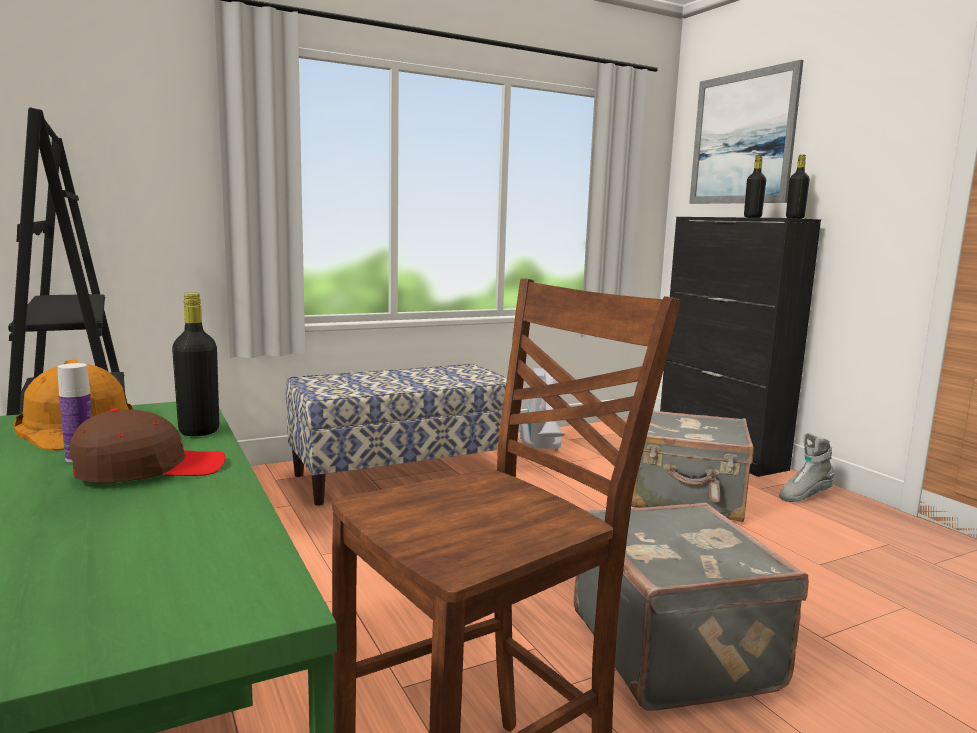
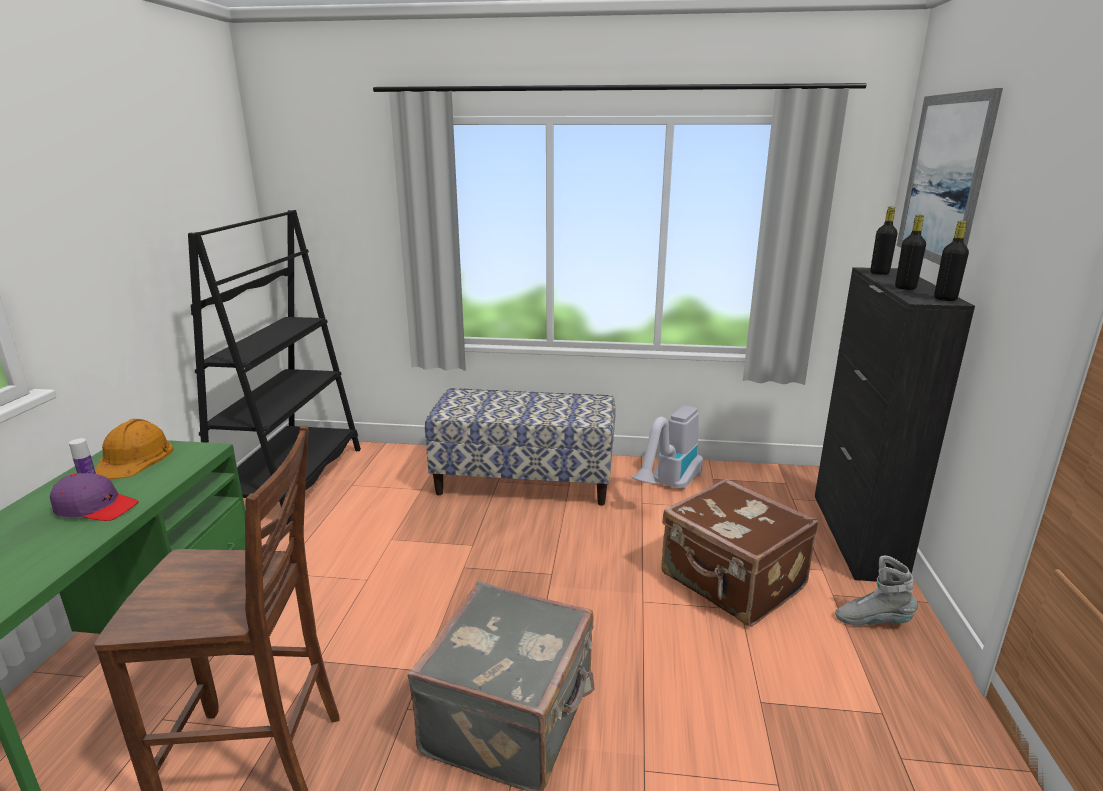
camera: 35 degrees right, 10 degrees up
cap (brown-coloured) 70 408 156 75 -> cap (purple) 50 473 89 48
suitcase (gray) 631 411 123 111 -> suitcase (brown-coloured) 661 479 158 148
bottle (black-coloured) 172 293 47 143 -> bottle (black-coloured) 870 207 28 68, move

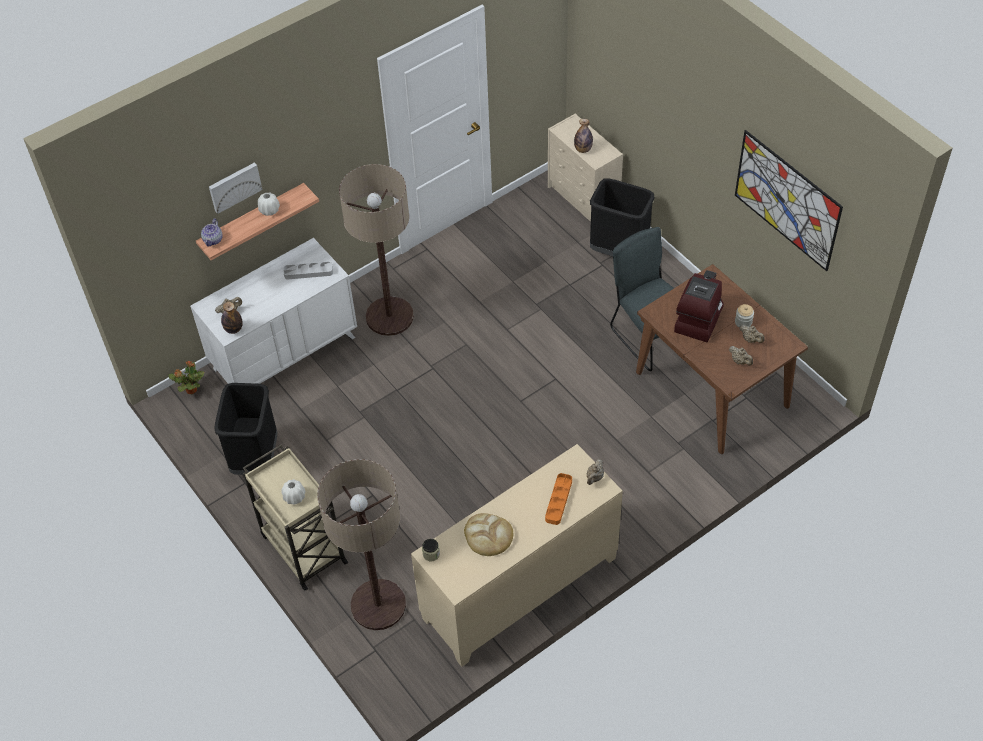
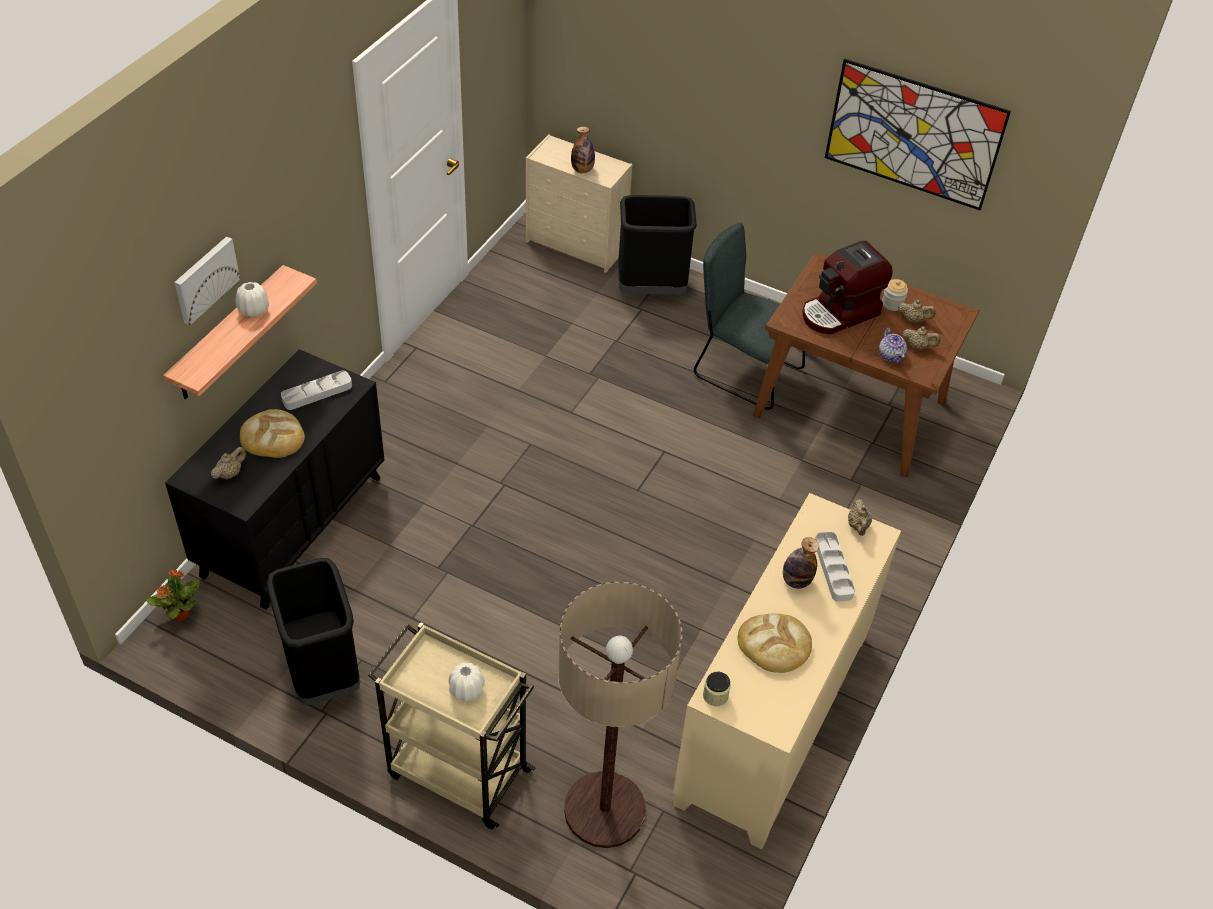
camera: 30 degrees left, 5 degrees down
chest of drawers (white) 190 238 167 146 -> chest of drawers (black-coloured) 165 349 219 261
none -> bakery bread 240 409 65 49
bottle 221 302 22 32 -> bottle 783 537 36 52, move
coffee maker 674 270 50 72 -> coffee maker 802 241 90 94, 120 degrees counterclockwise
serving tray (orange) 545 473 27 52 -> serving tray (gray) 815 532 40 70
tea pot 201 218 22 29 -> tea pot 879 328 28 35, move
standard lamp 339 164 75 172 -> none

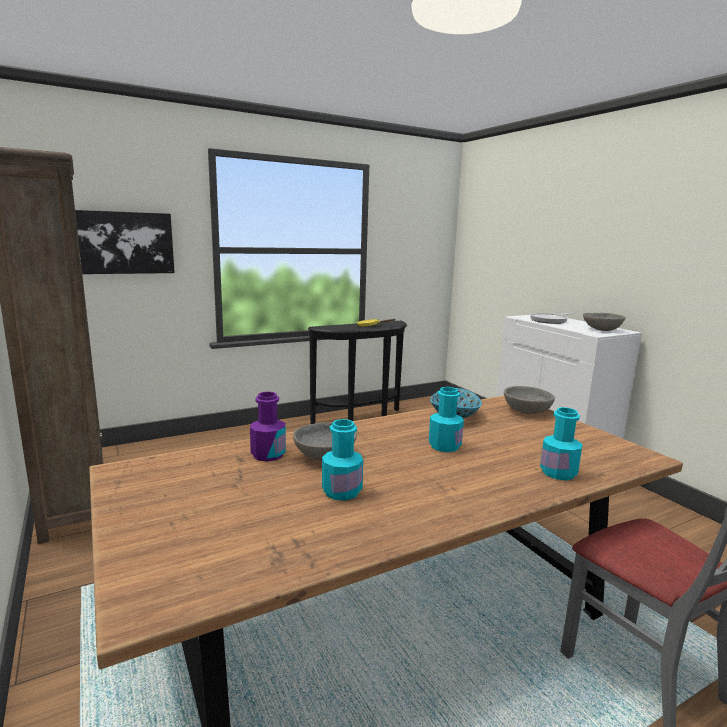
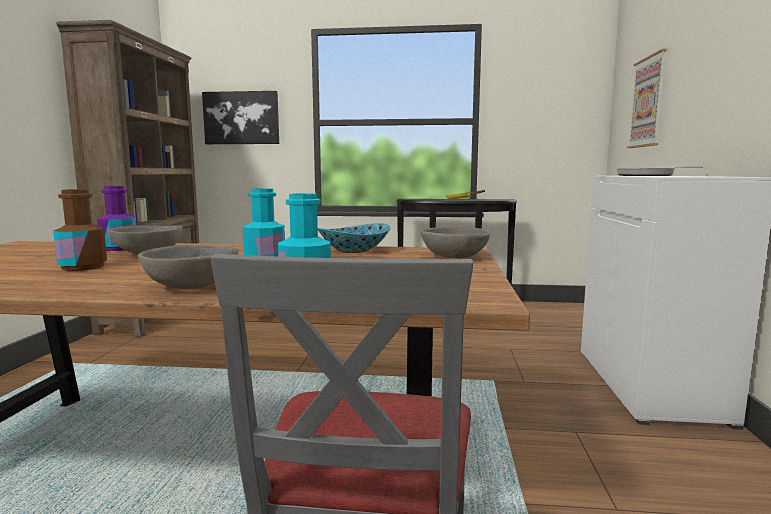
camera: 35 degrees right, 5 degrees down
bottle (blue-green) 322 419 41 82 -> bottle (brown-coloured) 53 189 54 82
deep dish (gray) 583 313 43 18 -> deep dish (gray) 138 245 100 44, move
none -> wall art 627 49 40 99

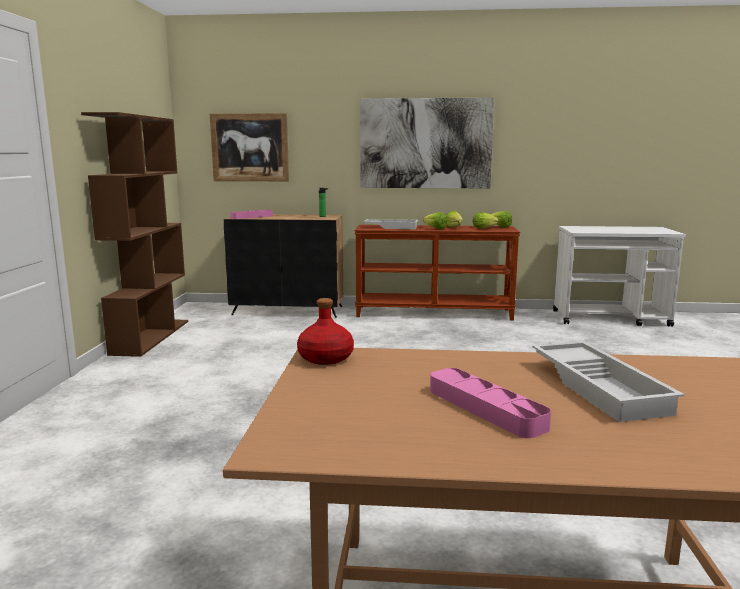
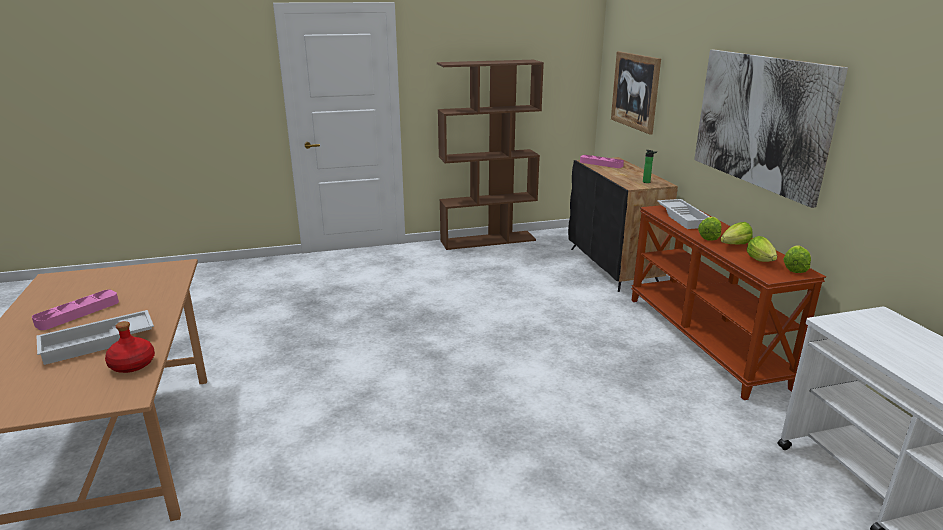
camera: 70 degrees right, 10 degrees up
bottle (red) 297 298 57 67 -> bottle (red) 105 321 50 52, move

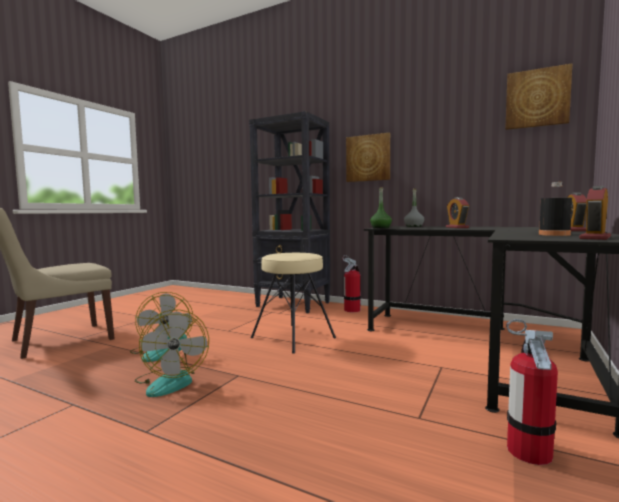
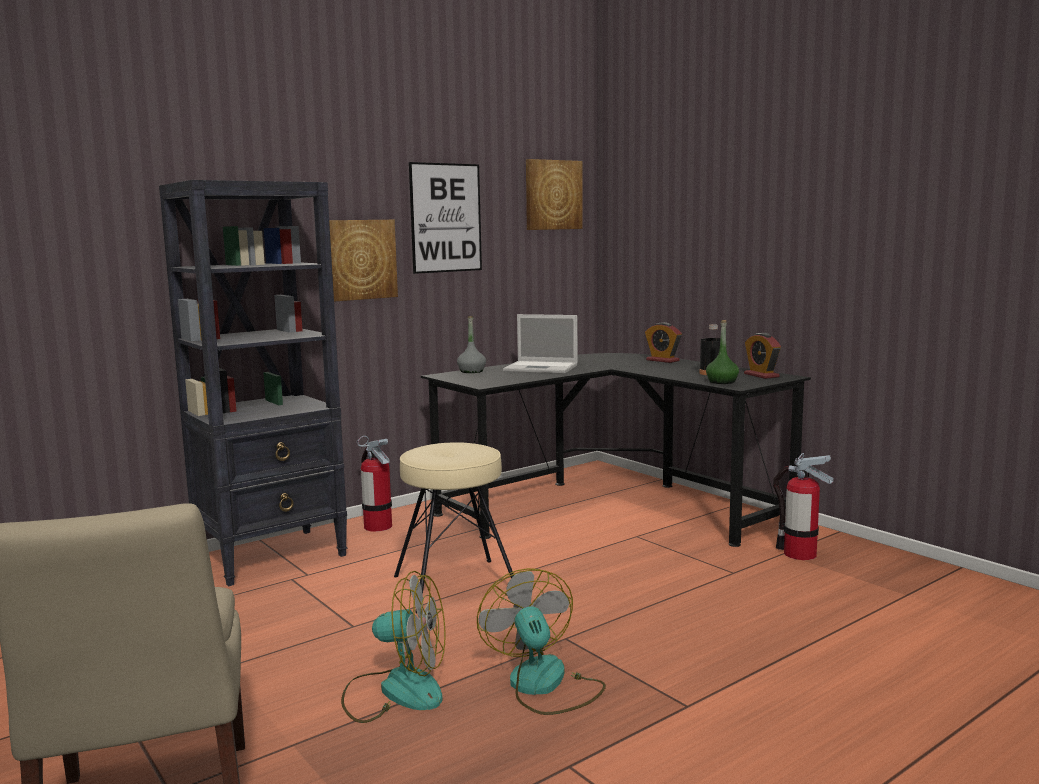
camera: 65 degrees left, 5 degrees up
none -> wall art 409 162 73 112
cooling fan 135 310 74 87 -> cooling fan 477 568 129 147, 120 degrees counterclockwise
bedside clock 446 197 23 31 -> laptop 503 314 75 59
bottle (green-coloured) 370 187 22 42 -> bottle (green-coloured) 706 320 33 64, move

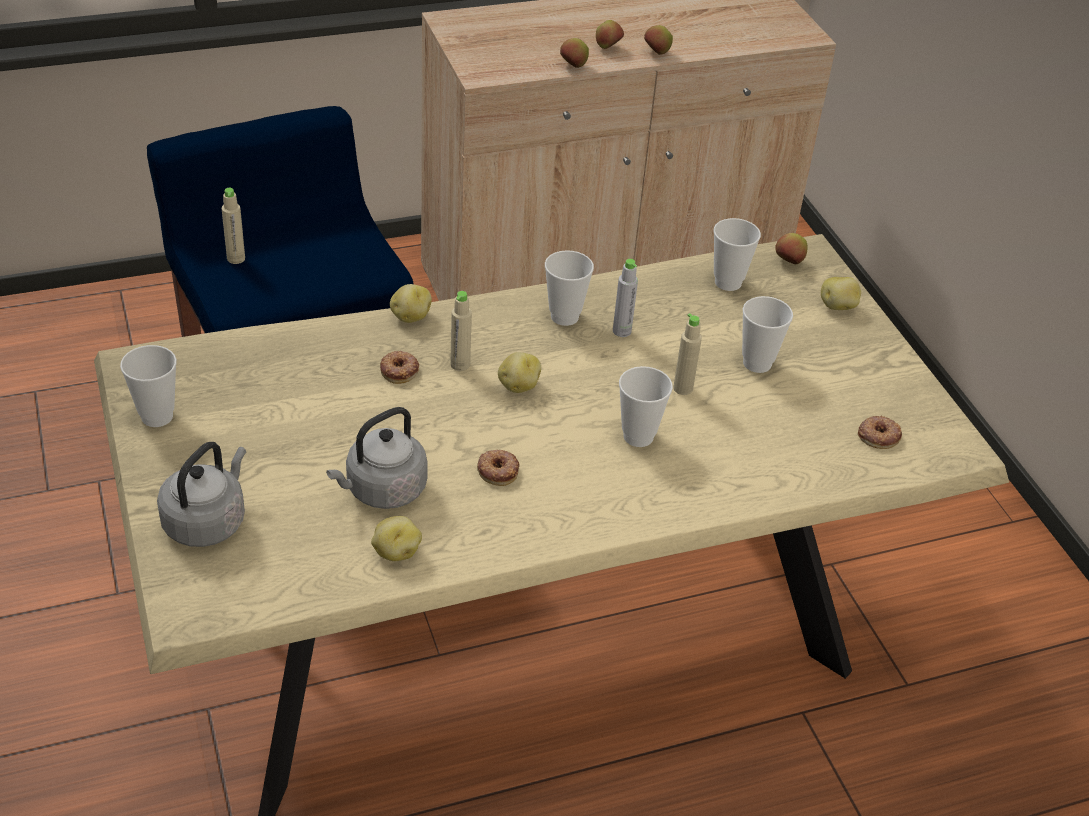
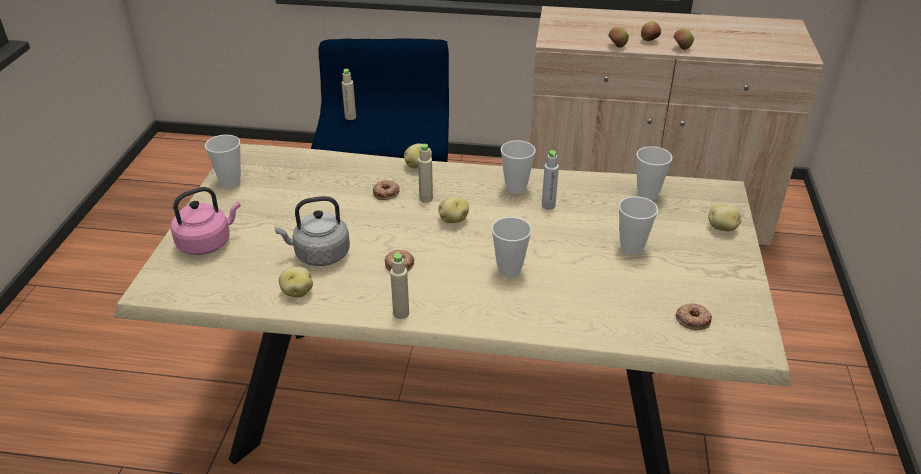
camera: 30 degrees right, 5 degrees down
kettle (gray) 157 442 89 105 -> kettle (pink) 171 187 70 68
bottle (beige) 673 313 29 82 -> bottle (beige) 390 251 19 68, move
apple 775 233 33 31 -> none

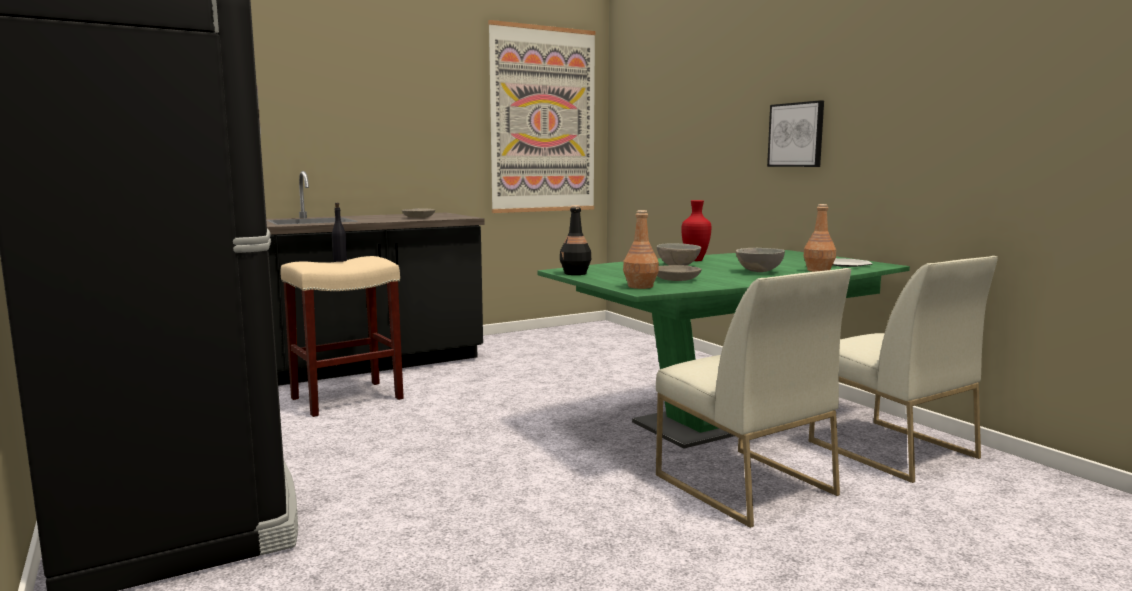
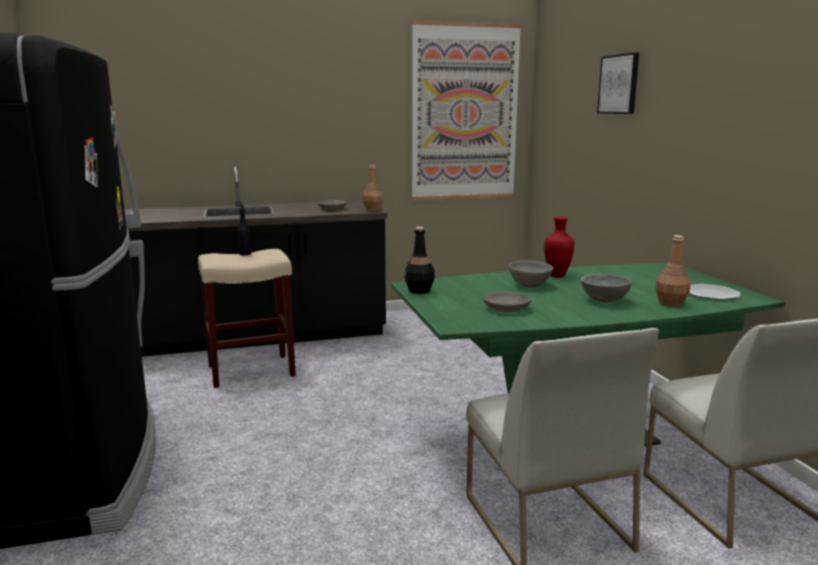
camera: 15 degrees right, 5 degrees up
bottle (brown-coloured) 623 210 36 79 -> bottle (brown-coloured) 362 165 21 46, move
wall art 767 100 57 67 -> wall art 597 52 42 62, move

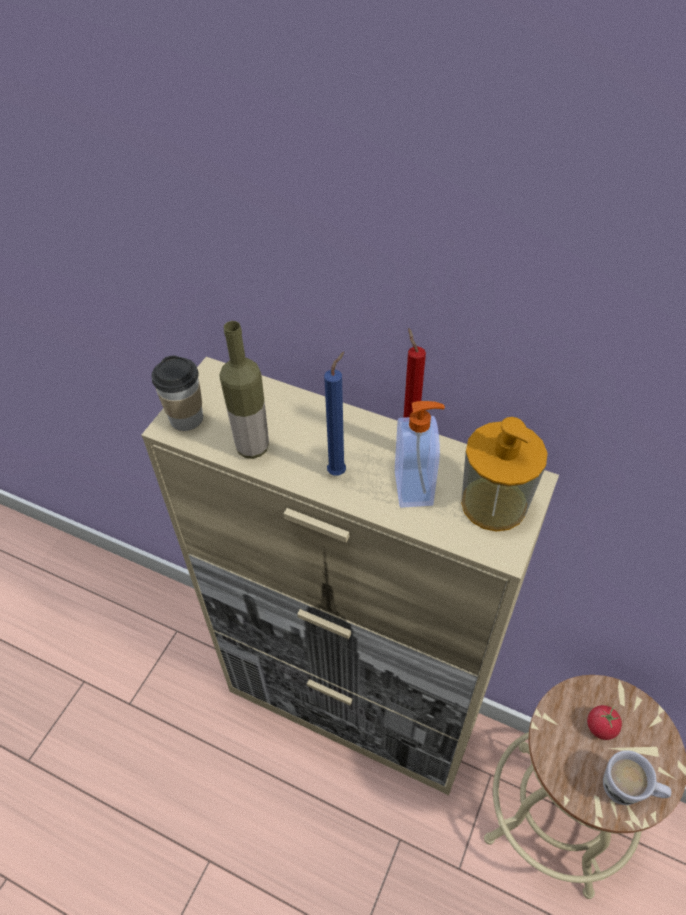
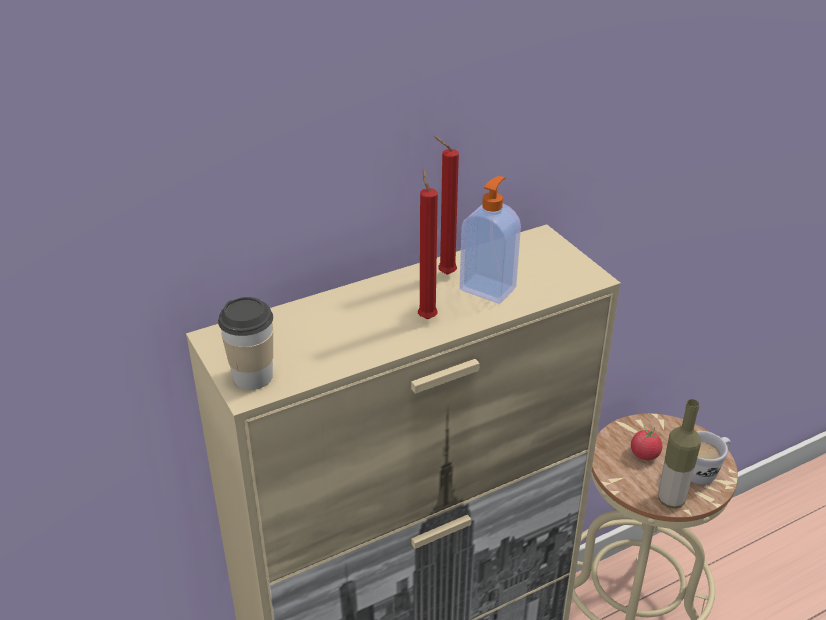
camera: 55 degrees left, 15 degrees down
wax light (blue) 324 352 22 124 -> wax light (red) 418 168 20 151
bottle 219 321 50 138 -> bottle 658 399 43 110, move
soap bottle 461 417 87 115 -> none

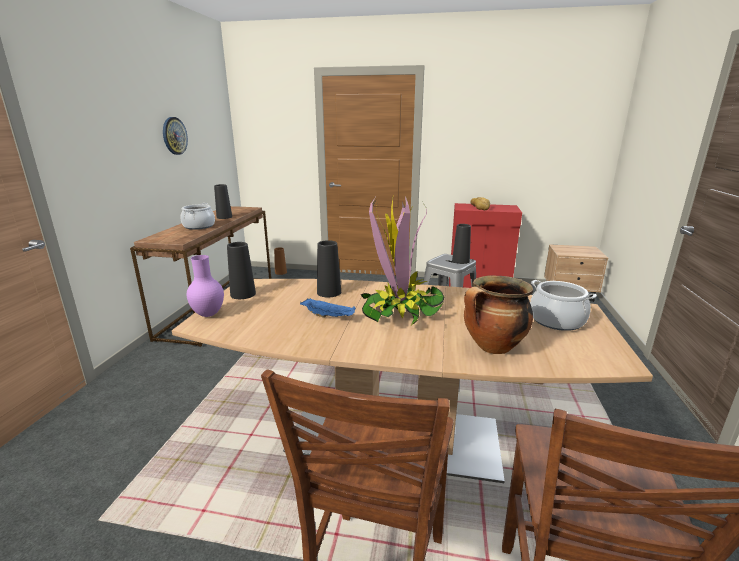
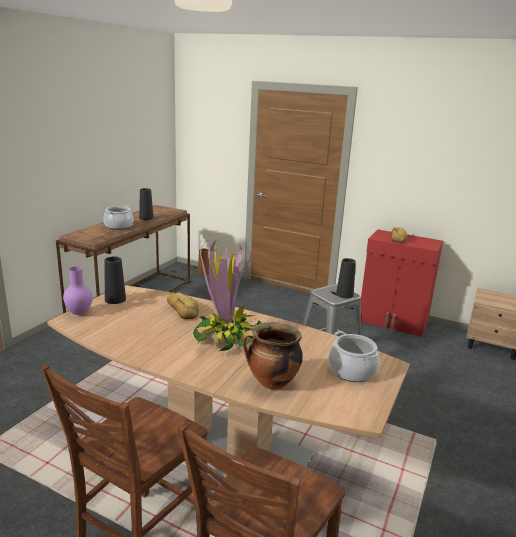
camera: 15 degrees right, 0 degrees up
vase (black-coloured) 317 240 24 57 -> bakery bread 167 293 32 26
clock on the wall 163 117 25 38 -> none
serving tray (blue) 300 298 56 20 -> none

